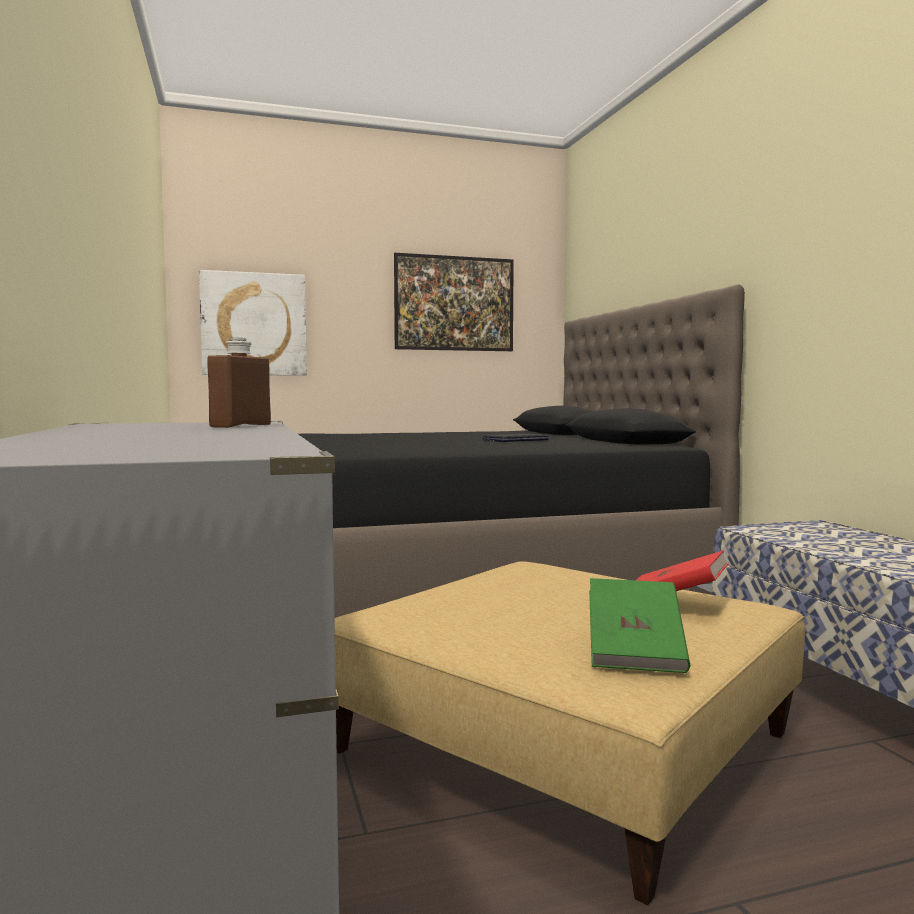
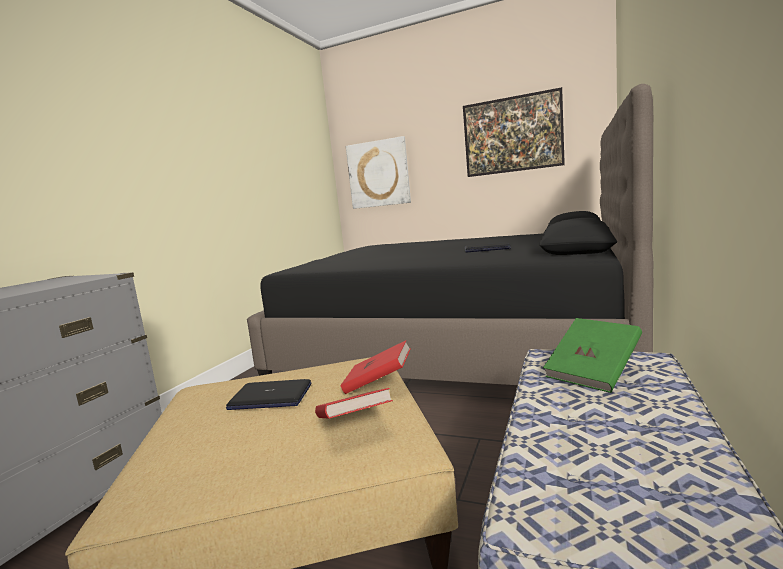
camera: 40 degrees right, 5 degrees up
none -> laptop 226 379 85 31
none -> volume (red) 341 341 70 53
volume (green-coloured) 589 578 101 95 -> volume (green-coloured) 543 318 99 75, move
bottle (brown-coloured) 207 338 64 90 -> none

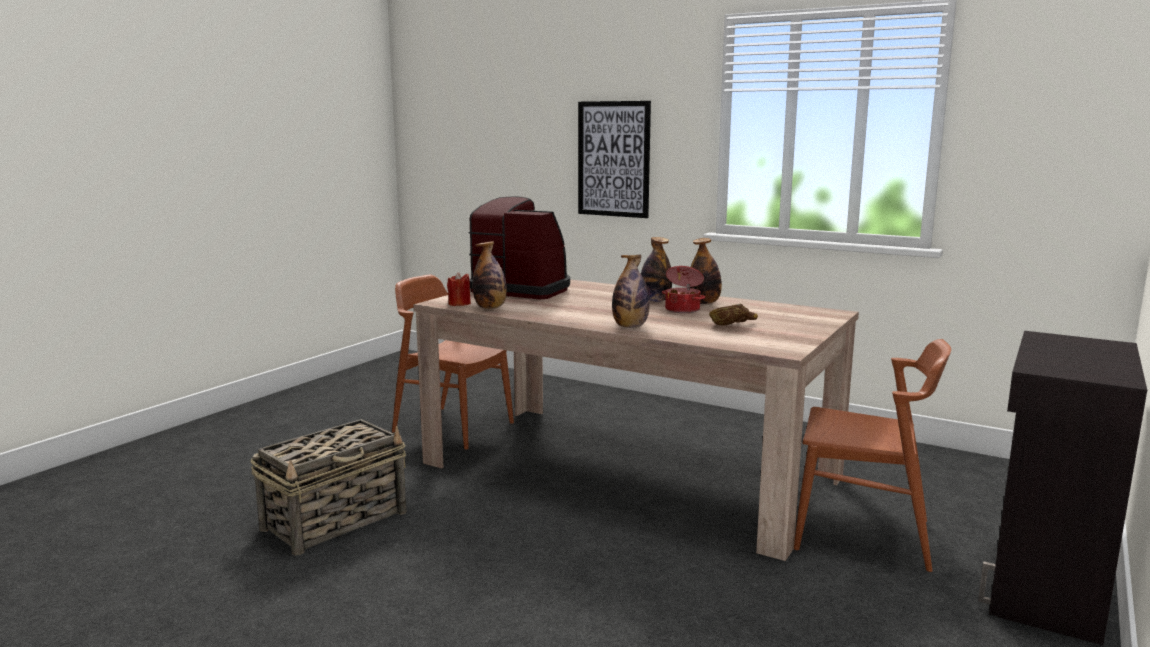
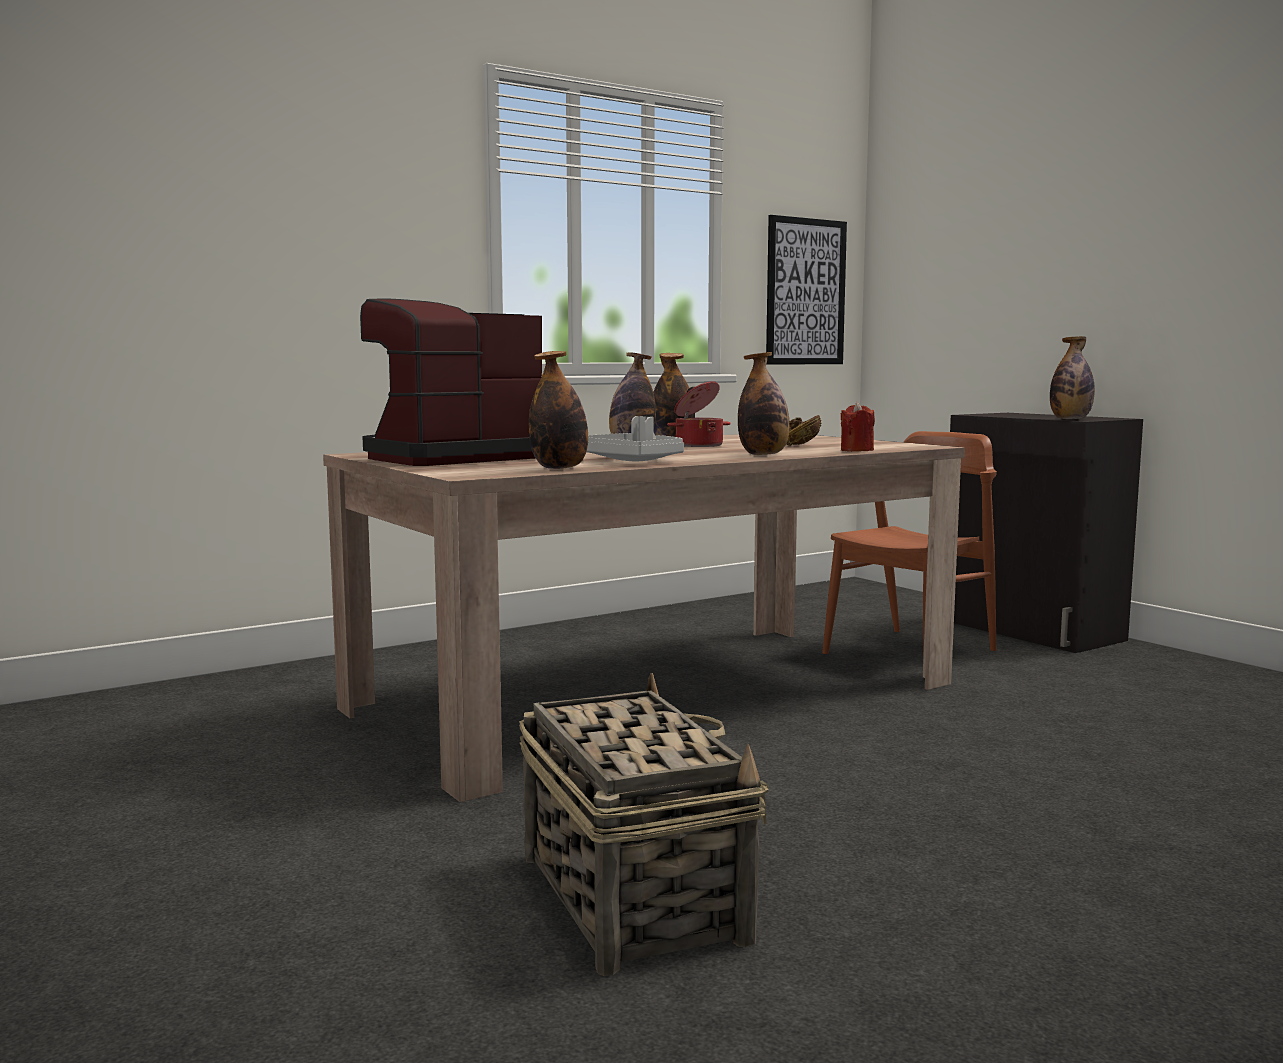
camera: 65 degrees left, 5 degrees down
none -> serving tray (gray) 587 416 97 45
wall art 578 101 73 117 -> wall art 766 215 81 150, move
wax light (red) 447 272 24 34 -> wax light (red) 841 402 34 50, move
none -> bottle 1050 336 45 83
plain chair (brown-coloured) 392 275 122 174 -> none

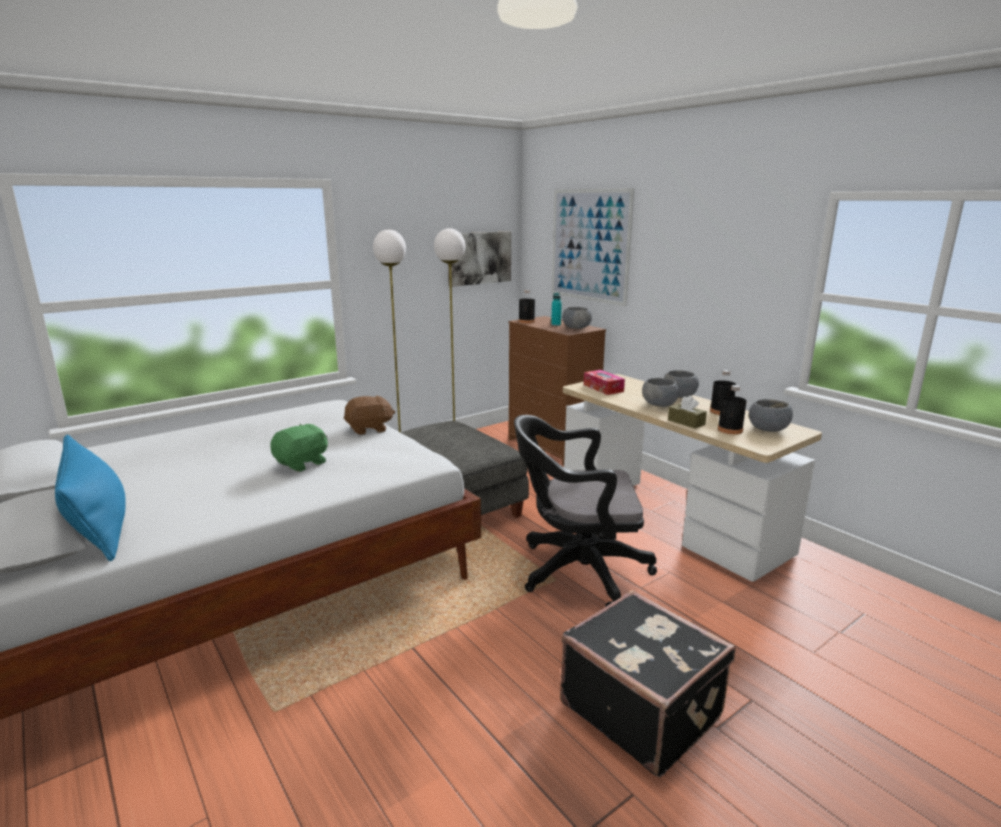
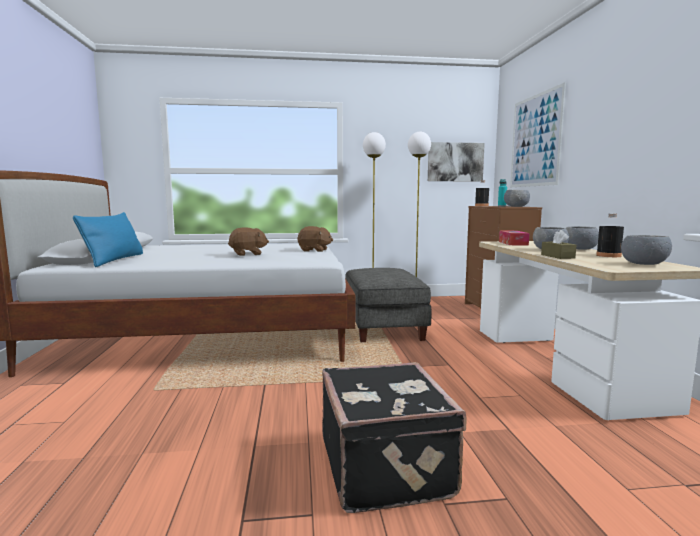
camera: 30 degrees right, 10 degrees down
soft toy (green-coloured) 270 424 58 48 -> soft toy (brown-coloured) 228 227 41 29
computer chair (black-coloured) 514 415 143 192 -> none
bottle (black-coloured) 718 385 28 49 -> none

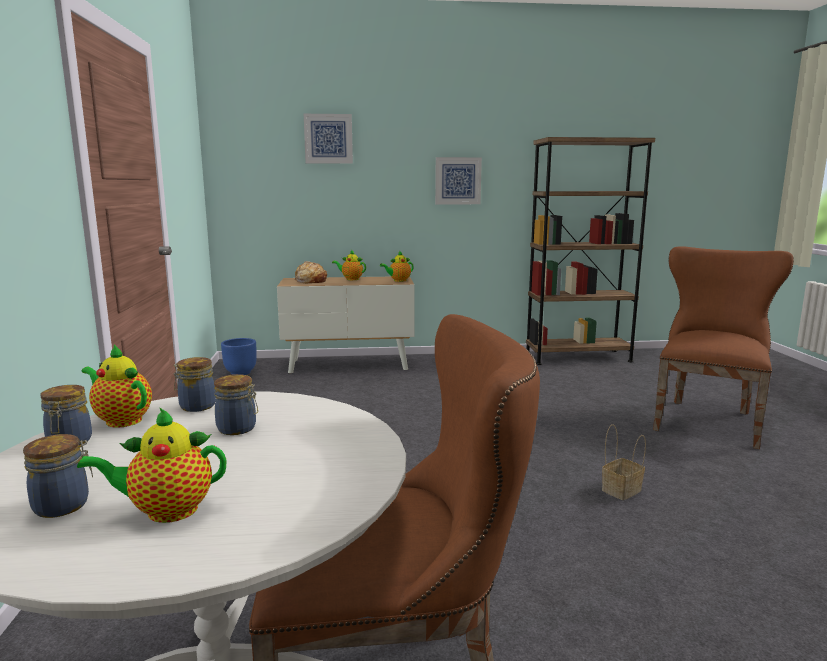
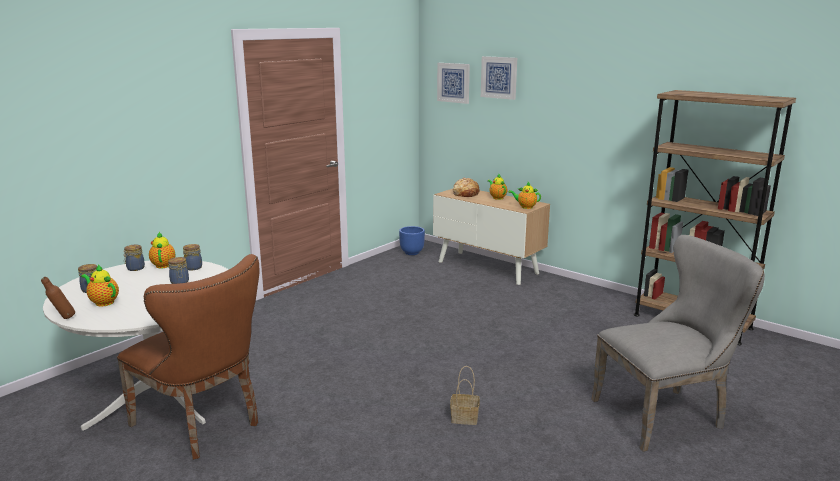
camera: 45 degrees right, 5 degrees up
none -> bottle (brown-coloured) 41 277 34 42
wall art 435 157 47 47 -> wall art 437 63 33 41, move
plain chair (brown-coloured) 653 246 141 203 -> plain chair (gray) 591 235 174 217

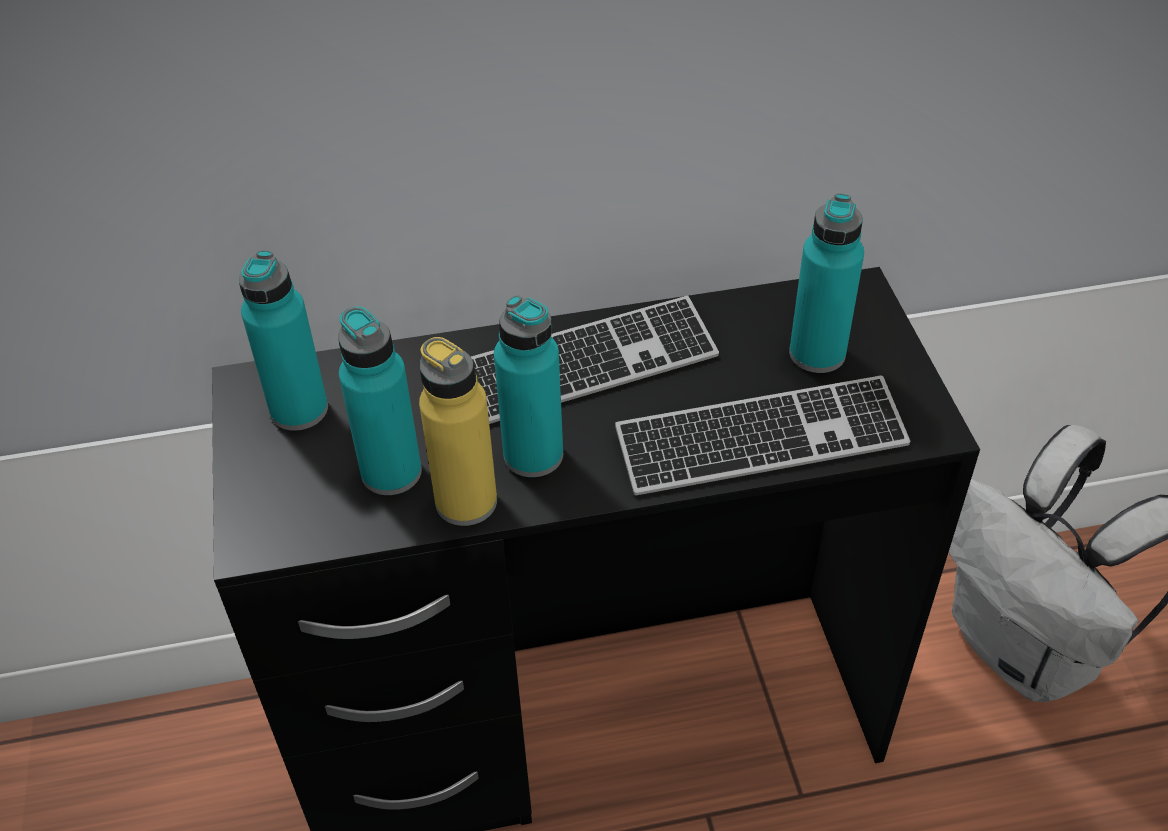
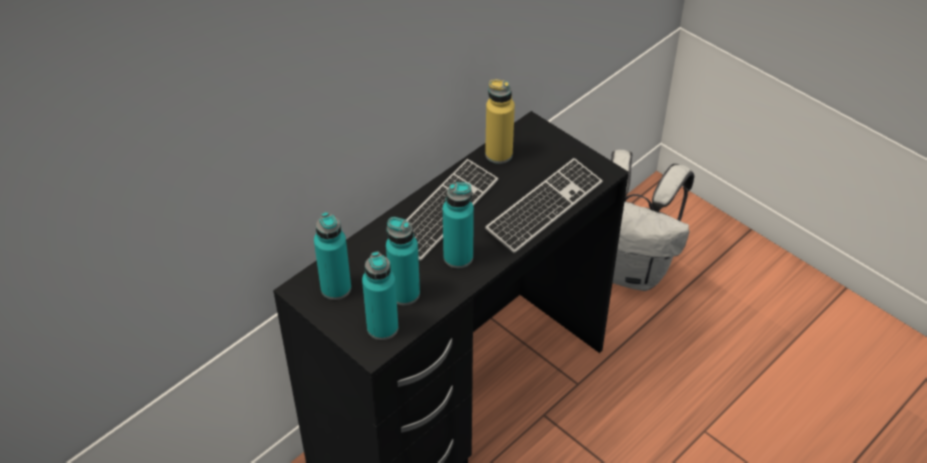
camera: 35 degrees left, 0 degrees up
bottle (blue-green) 789 193 75 180 -> bottle (blue-green) 362 252 36 88, move
bottle (yellow-coloured) 419 337 78 189 -> bottle (yellow-coloured) 485 79 30 85, move

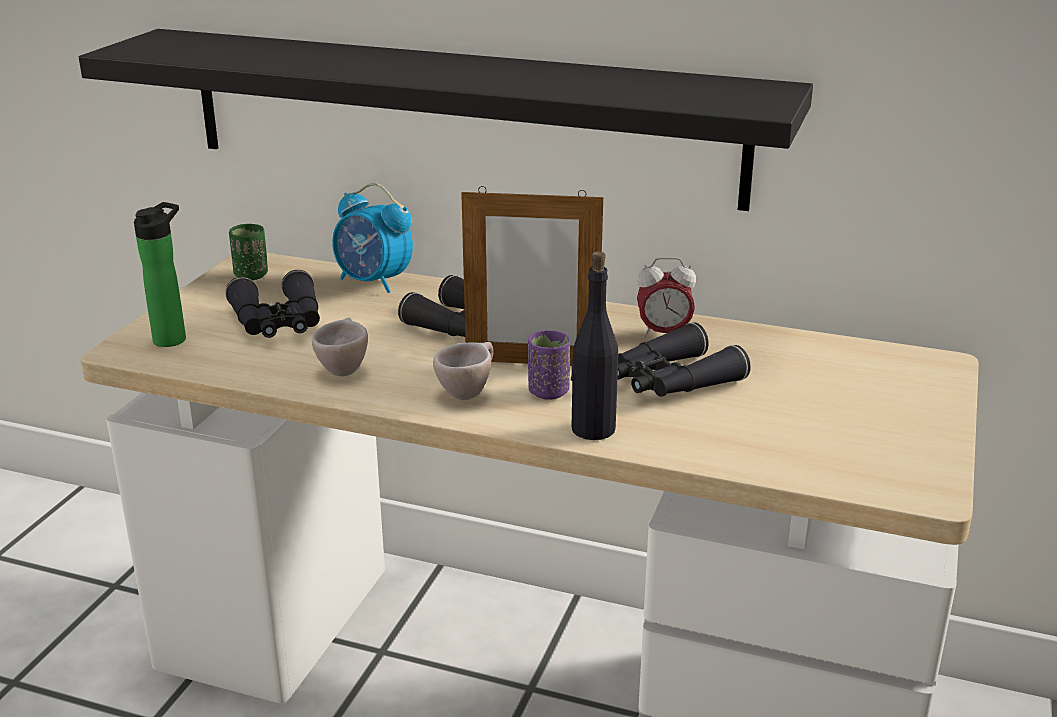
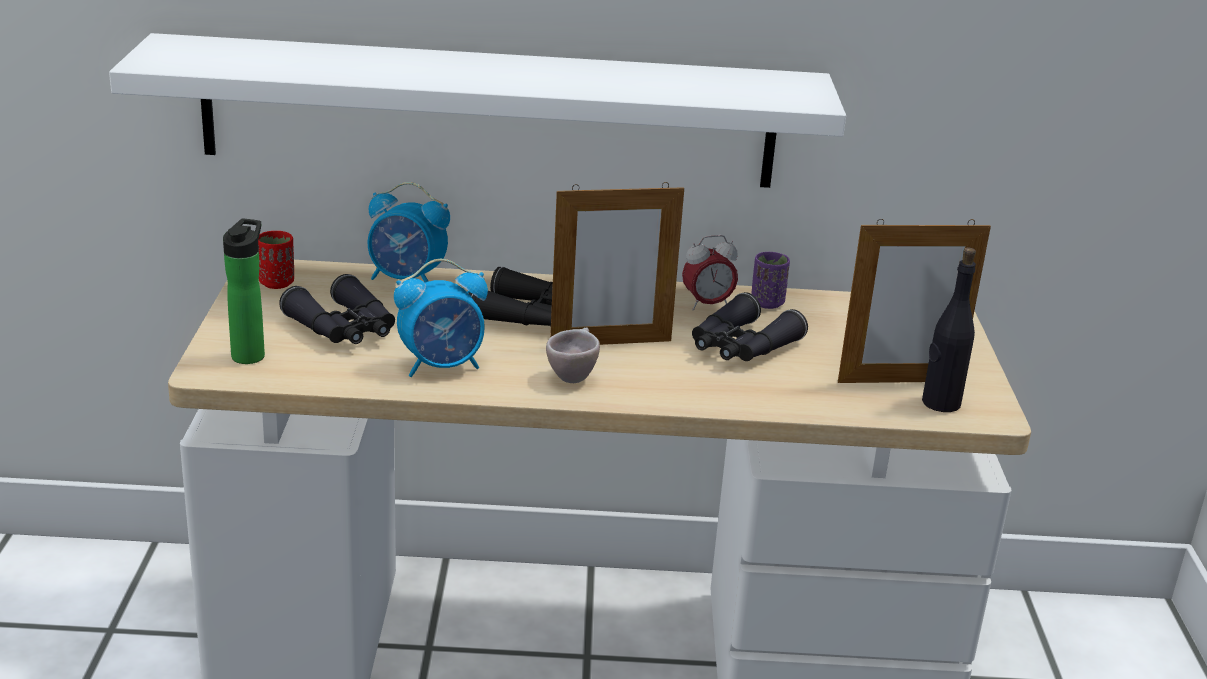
camera: 20 degrees left, 0 degrees up
shelf (black-coloured) 79 29 734 182 -> shelf (white) 109 33 737 155
small cup (green-coloured) 229 224 39 56 -> small cup (red) 258 231 36 58
small cup (beige) 312 317 56 59 -> bedside clock 394 259 94 118
small cup (purple) 528 330 42 70 -> small cup (purple) 751 252 39 57, move
none -> picture frame 838 219 153 164
bottle (black-coloured) 571 251 47 189 -> bottle (black-coloured) 922 248 54 164, move

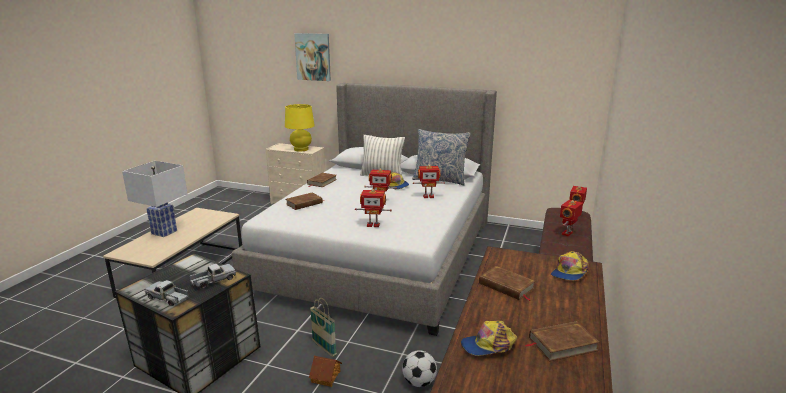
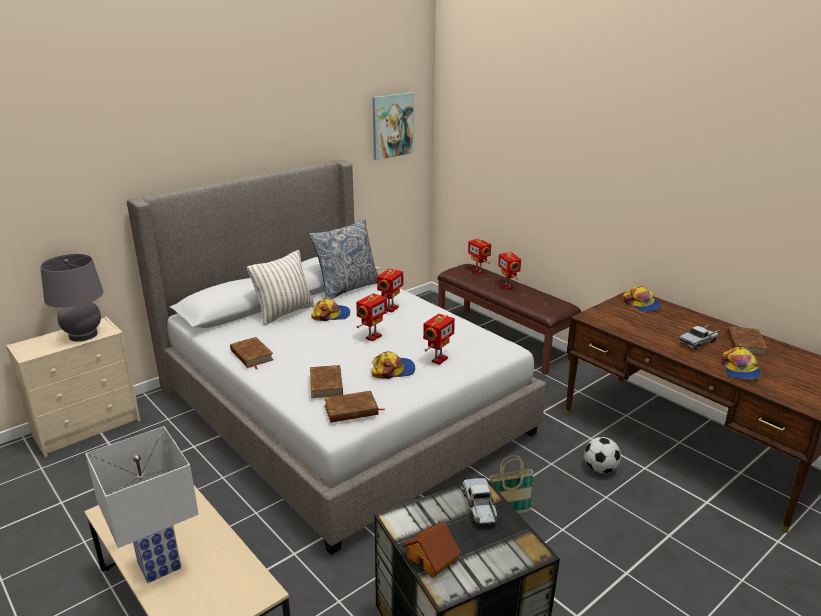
camera: 60 degrees left, 5 degrees up
table lamp (yellow-coloured) 285 104 30 48 -> table lamp (gray) 40 254 64 88
volume (brown-coloured) 479 266 56 35 -> volume (brown-coloured) 324 391 61 32, move
wall art 294 33 37 48 -> wall art 372 92 41 68, move
none -> cap 372 351 43 28
toy house 309 356 33 31 -> toy house 402 522 59 56, move
toy lorry 145 280 44 26 -> toy lorry 679 325 41 25, move

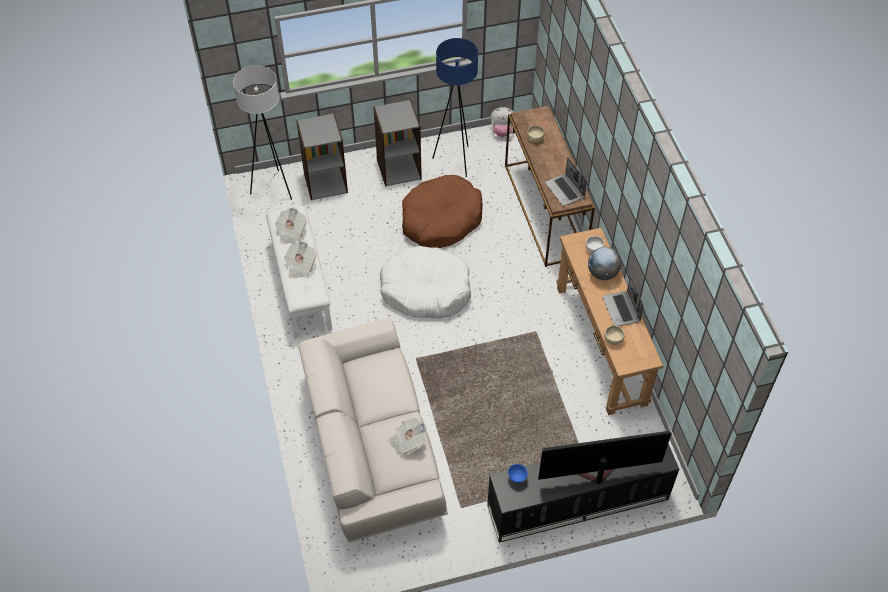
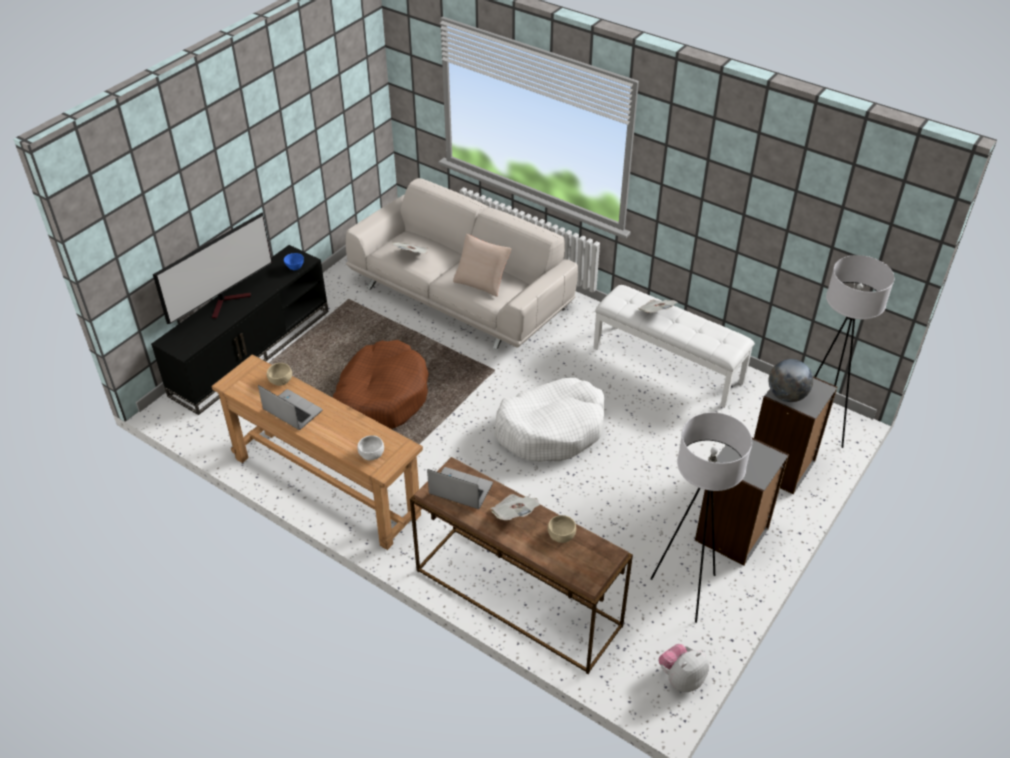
camera: 140 degrees right, 10 degrees down
dog bed (brown-coloured) 402 175 81 73 -> dog bed (brown-coloured) 333 340 96 89, move
none -> cushion (beige) 453 234 58 63
newspaper 275 208 32 36 -> newspaper 490 494 50 26, move
standard lamp (blue) 432 38 46 139 -> standard lamp (white) 651 413 101 210
globe 588 247 33 33 -> globe 769 359 44 43, move

